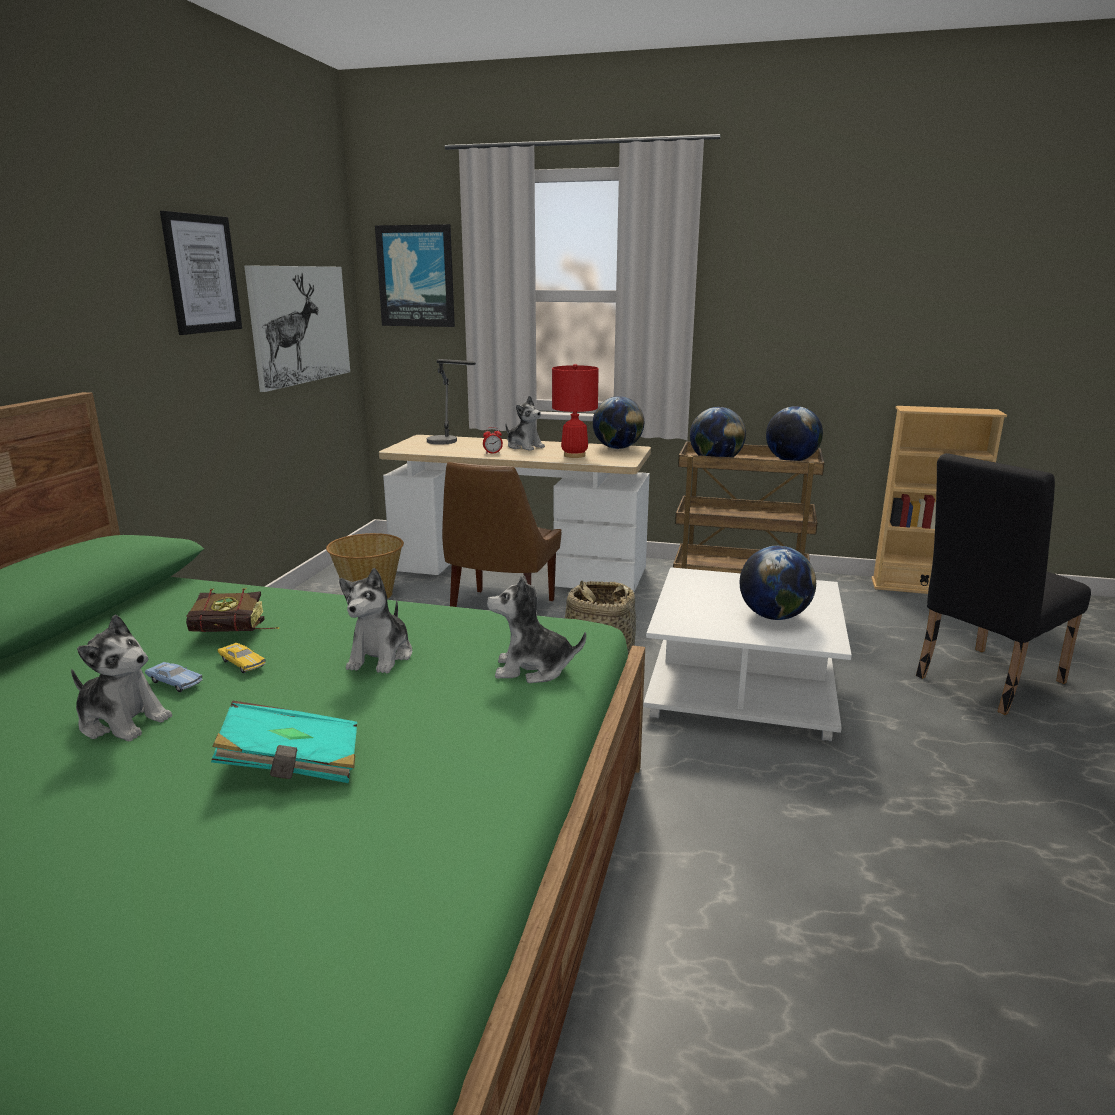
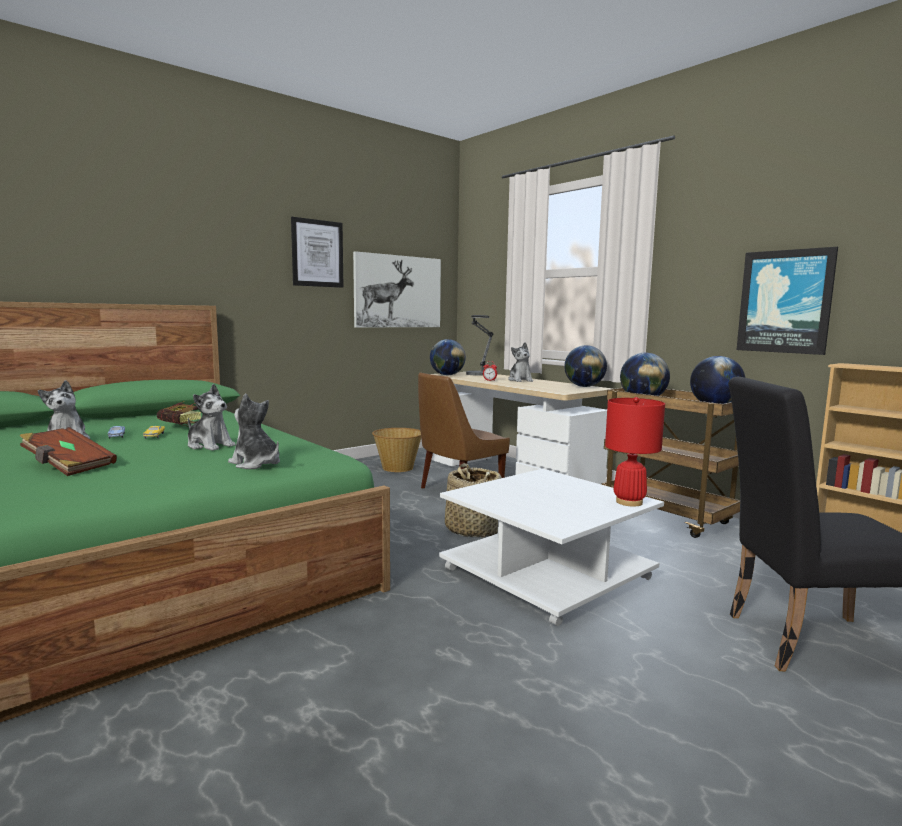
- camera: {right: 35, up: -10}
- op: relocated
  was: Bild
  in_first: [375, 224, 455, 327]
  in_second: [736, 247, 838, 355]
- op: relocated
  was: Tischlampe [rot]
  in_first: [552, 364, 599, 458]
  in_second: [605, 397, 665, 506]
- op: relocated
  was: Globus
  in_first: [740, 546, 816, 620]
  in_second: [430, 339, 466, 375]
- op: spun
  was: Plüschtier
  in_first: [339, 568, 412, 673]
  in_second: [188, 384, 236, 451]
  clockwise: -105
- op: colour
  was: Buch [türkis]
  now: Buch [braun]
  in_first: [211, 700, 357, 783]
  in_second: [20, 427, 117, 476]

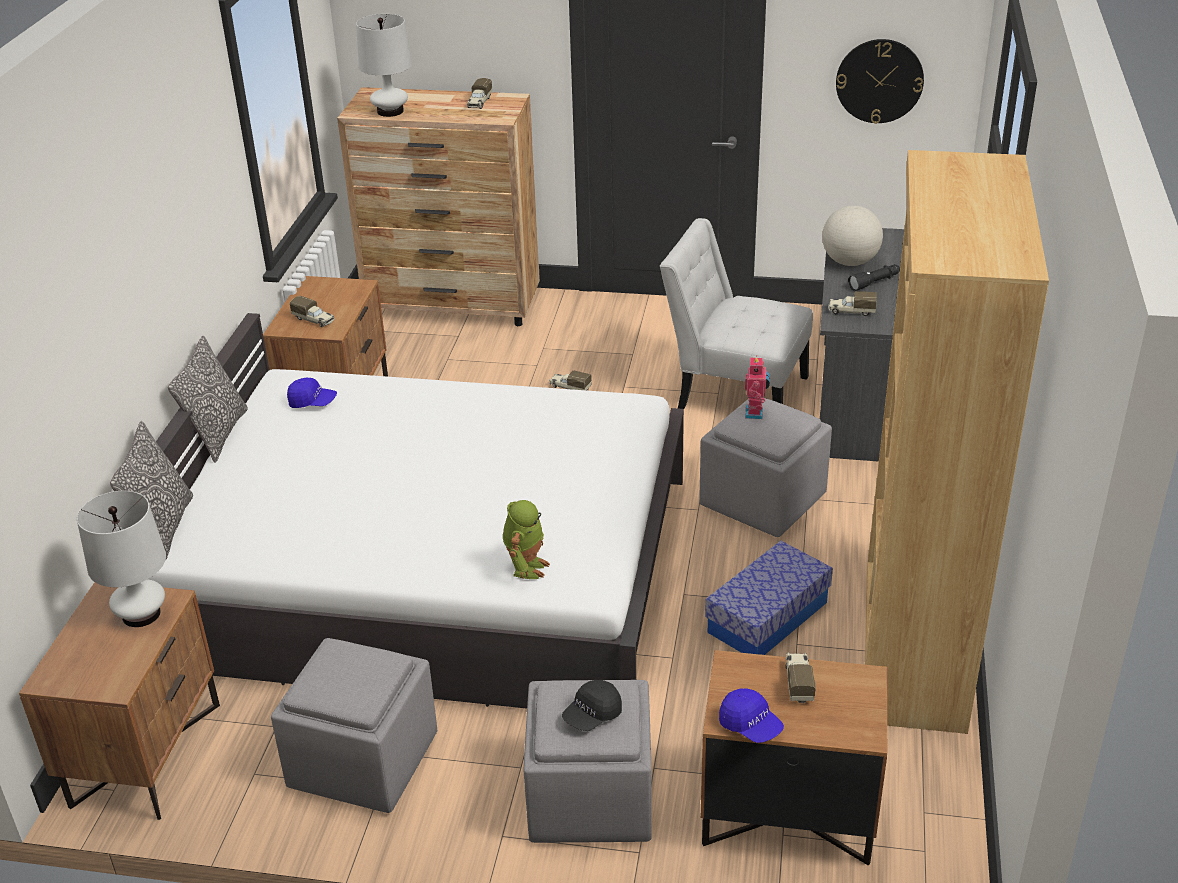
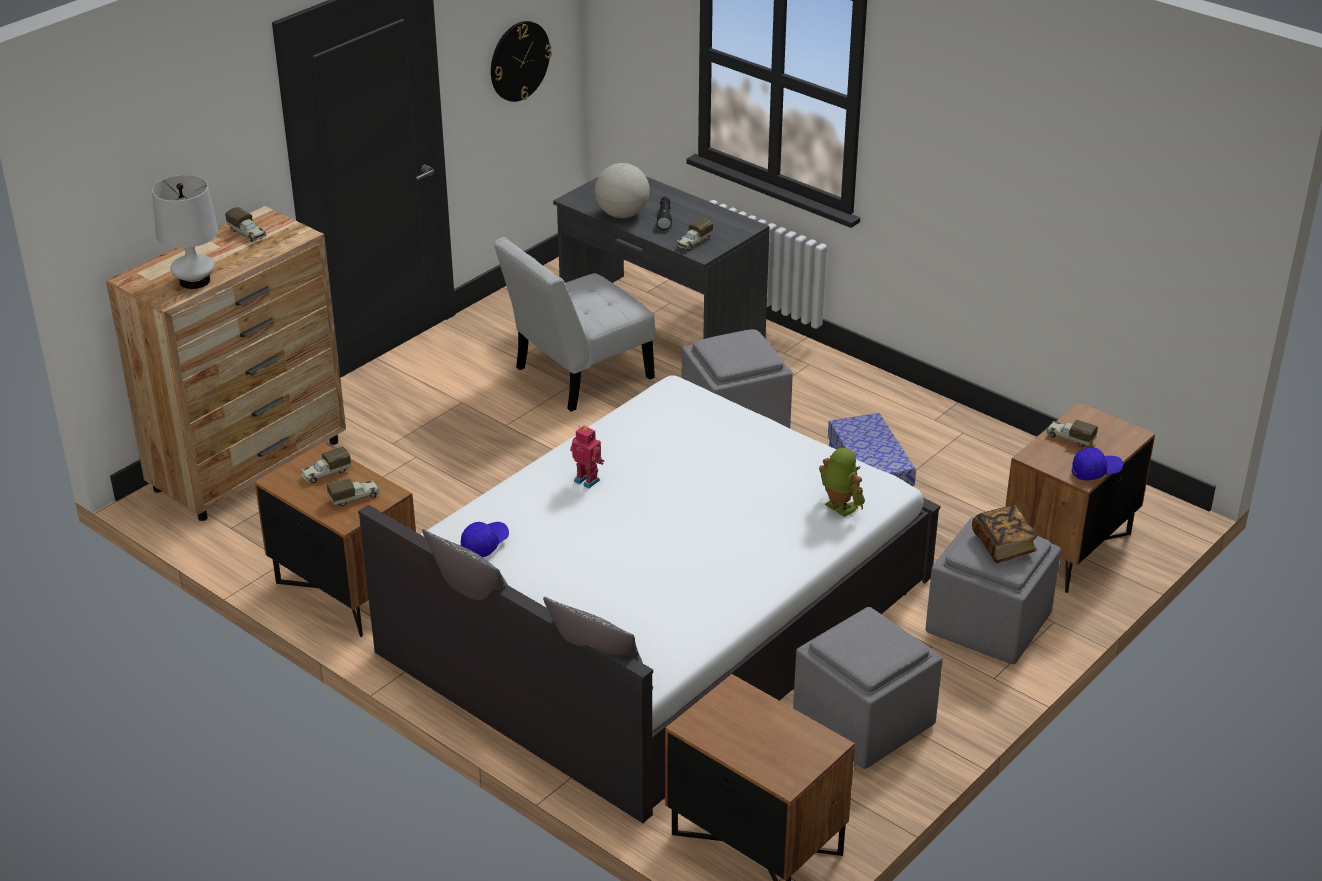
- camera: {right: -60, up: 0}
- op: missing
  was: Bücherregal [braun]
  in_first: [865, 150, 1049, 734]
- op: relocated
  was: Spielzeugroboter
  in_first: [745, 355, 770, 419]
  in_second: [570, 426, 604, 489]
- op: relocated
  was: Spielzeuglaster
  in_first: [549, 371, 592, 391]
  in_second: [301, 447, 351, 483]
- op: missing
  was: Tischlampe [weiß]
  in_first: [77, 491, 166, 627]
- op: exchanged
  was: Kappe [schwarz]
  now: Buch
  in_first: [562, 680, 622, 731]
  in_second: [972, 505, 1037, 563]

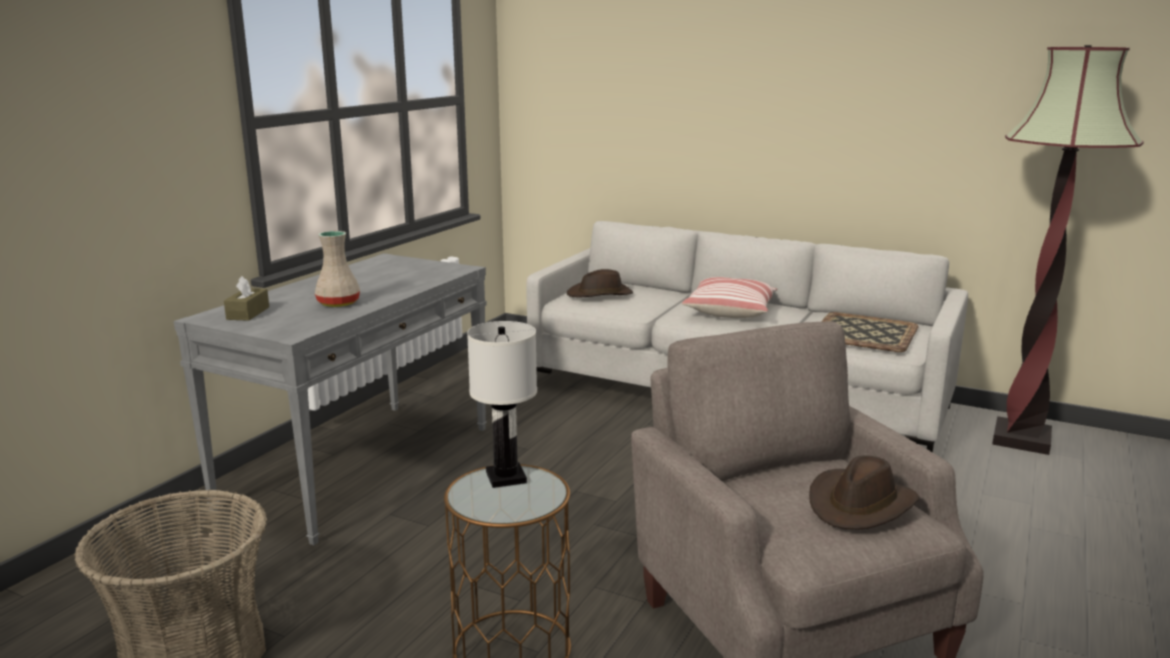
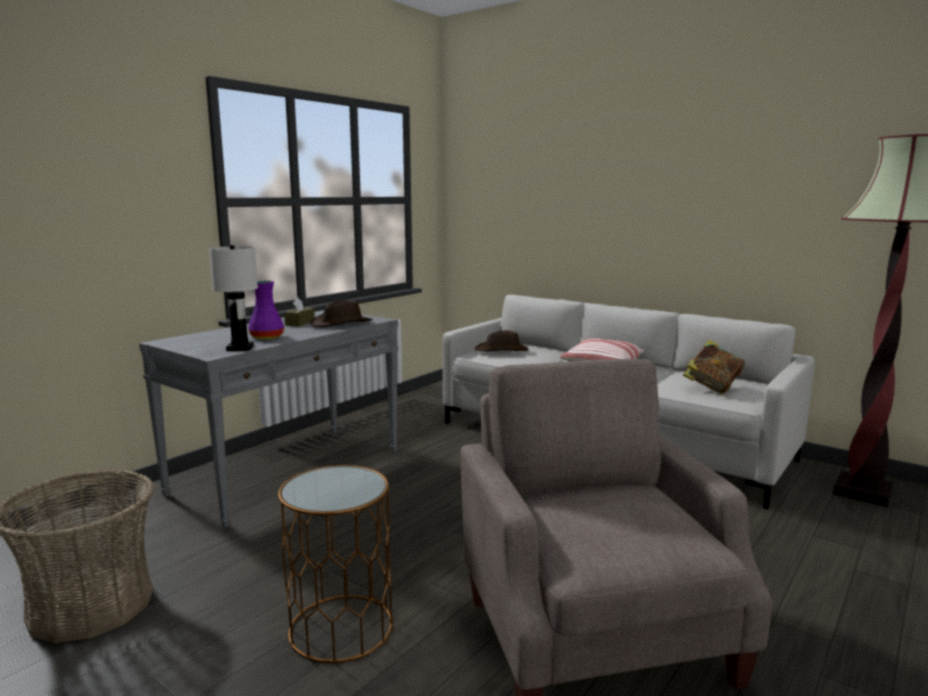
- camera: {right: 10, up: -5}
- op: colour
  was: Vase [beige]
  now: Vase [lila]
  in_first: [315, 231, 360, 307]
  in_second: [248, 281, 284, 339]
- op: relocated
  was: Taschentuchbox [braun]
  in_first: [224, 276, 269, 321]
  in_second: [284, 297, 315, 327]
- op: exchanged
  was: Tablett
  now: Buch
  in_first: [821, 312, 918, 352]
  in_second: [683, 340, 745, 394]
- op: relocated
  was: Tischlampe [weiß]
  in_first: [467, 321, 537, 488]
  in_second: [209, 245, 258, 351]
- op: relocated
  was: Hut [braun]
  in_first: [809, 455, 919, 530]
  in_second: [310, 300, 372, 327]

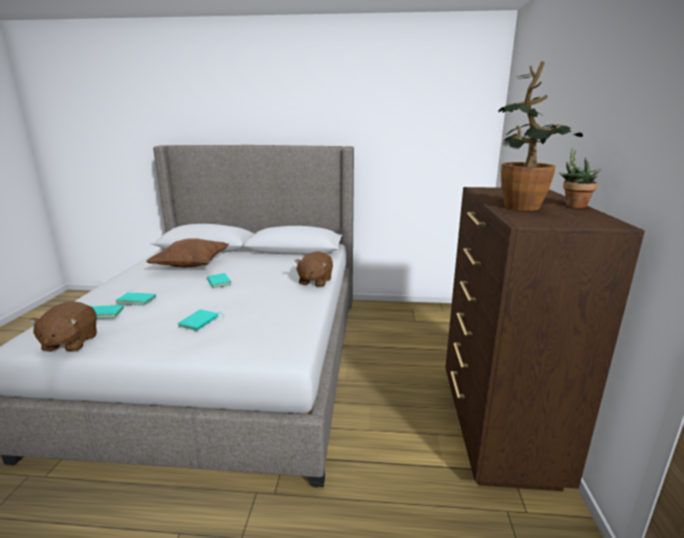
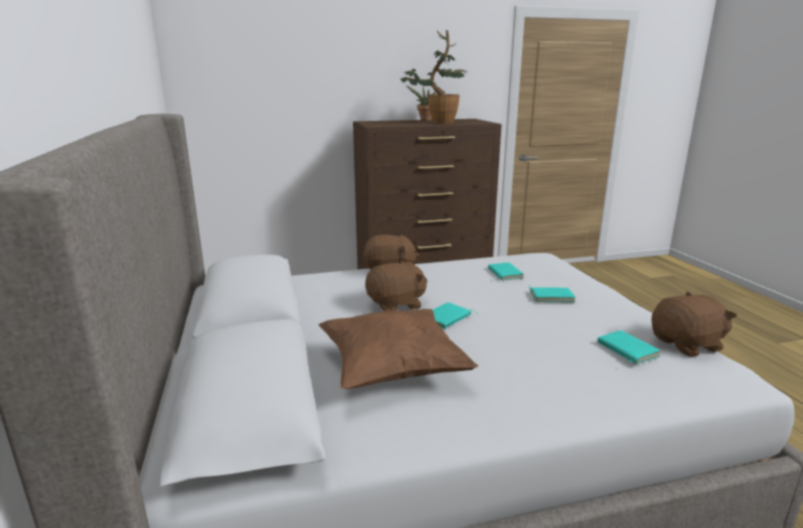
- camera: {right: -110, up: 0}
- op: relocated
  was: Buch [türkis]
  in_first: [116, 290, 156, 306]
  in_second: [488, 262, 523, 280]
- op: appeared
  now: Plüschtier [braun]
  in_second: [365, 261, 427, 311]

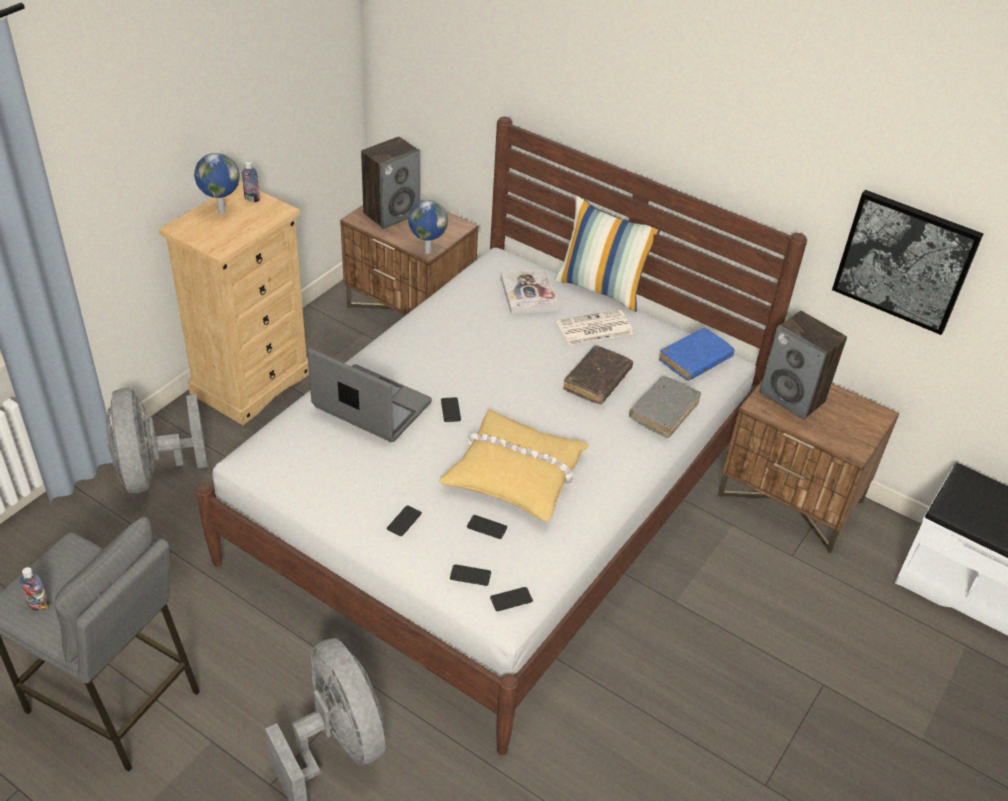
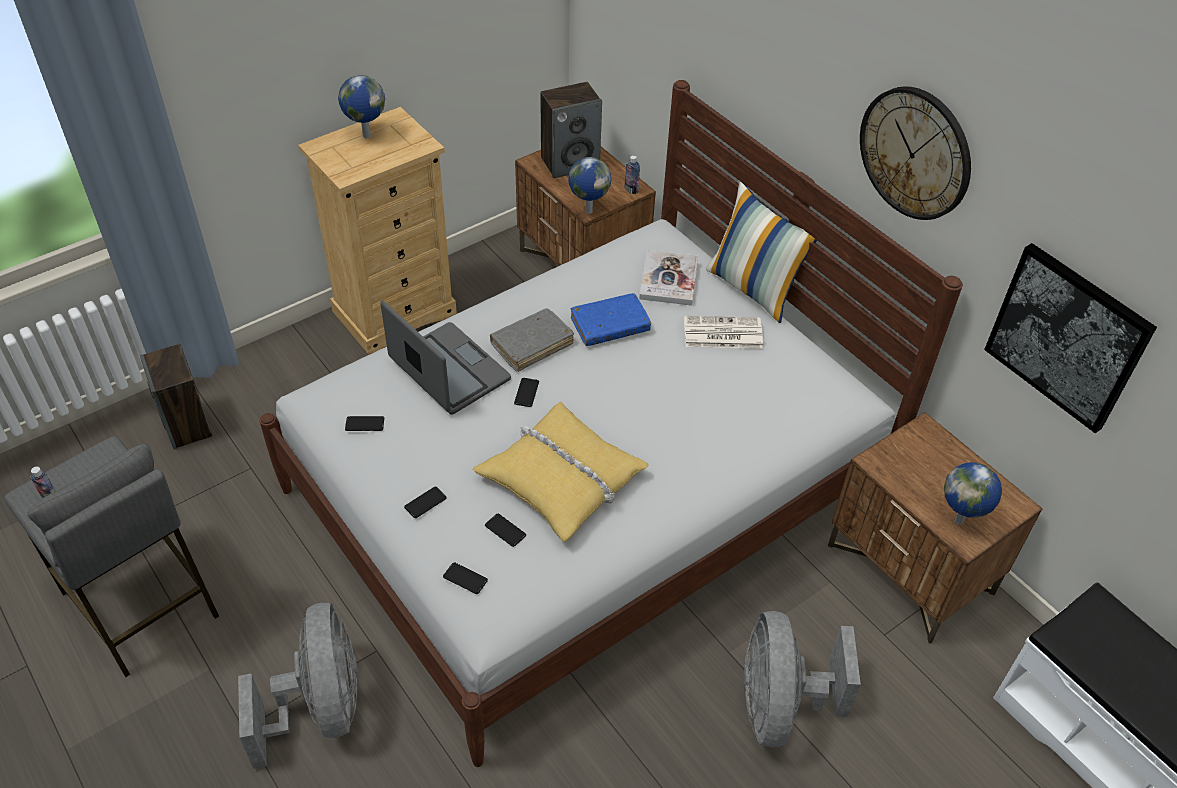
- camera: {right: 20, up: 5}
- op: relocated
  was: Flasche
  in_first: [242, 162, 260, 202]
  in_second: [625, 155, 640, 194]
- op: relocated
  was: Lautsprecher
  in_first: [759, 311, 847, 420]
  in_second: [140, 344, 212, 449]
- op: relocated
  was: Buch [blau]
  in_first: [659, 328, 735, 381]
  in_second: [571, 293, 651, 346]
- op: missing
  was: Buch [braun]
  in_first: [563, 345, 633, 404]
- op: relocated
  was: Buch [grau]
  in_first: [629, 376, 701, 438]
  in_second: [490, 308, 574, 372]
- op: relocated
  was: Ventilator [grau]
  in_first: [106, 388, 208, 493]
  in_second: [744, 611, 861, 747]
- op: relocated
  was: Handy
  in_first: [490, 587, 533, 611]
  in_second: [345, 416, 384, 431]
- op: appeared
  now: Wanduhr
  in_second: [860, 86, 971, 220]
- op: appeared
  now: Globus
  in_second: [944, 462, 1002, 525]

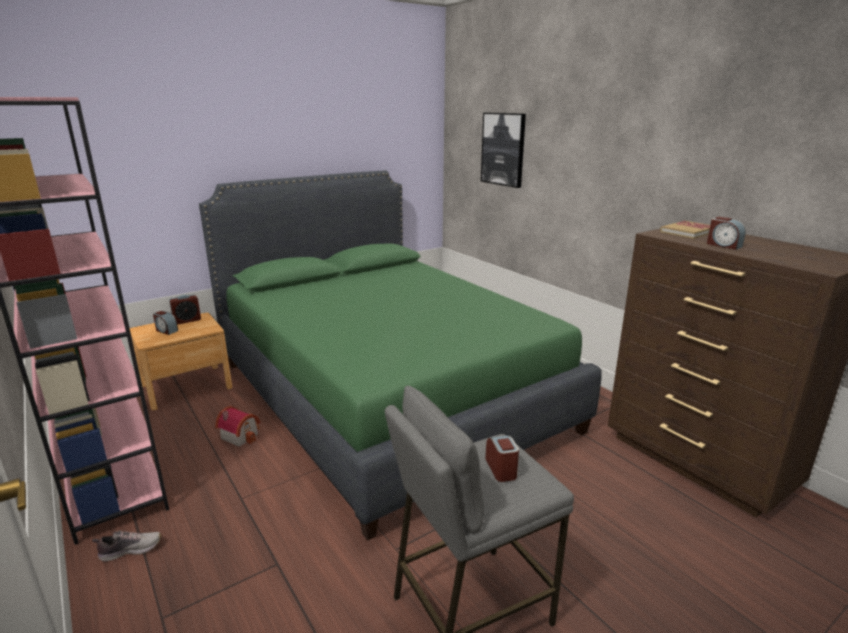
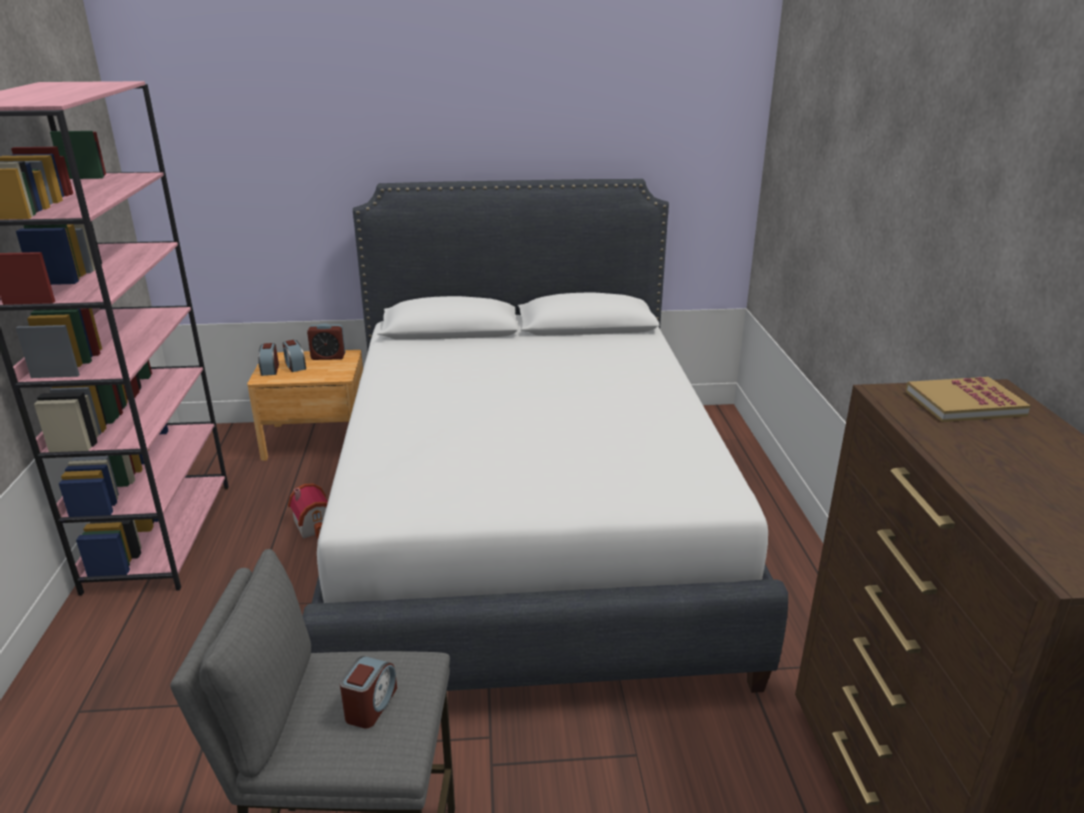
- camera: {right: 30, up: 5}
- op: missing
  was: Bild
  in_first: [481, 113, 526, 188]
- op: colour
  was: Bett [grün]
  now: Bett [weiß]
  in_first: [199, 170, 602, 541]
  in_second: [303, 179, 788, 693]
- op: relocated
  was: Wecker
  in_first: [707, 217, 746, 250]
  in_second: [258, 343, 279, 376]
- op: missing
  was: Schuh
  in_first: [92, 530, 161, 561]

